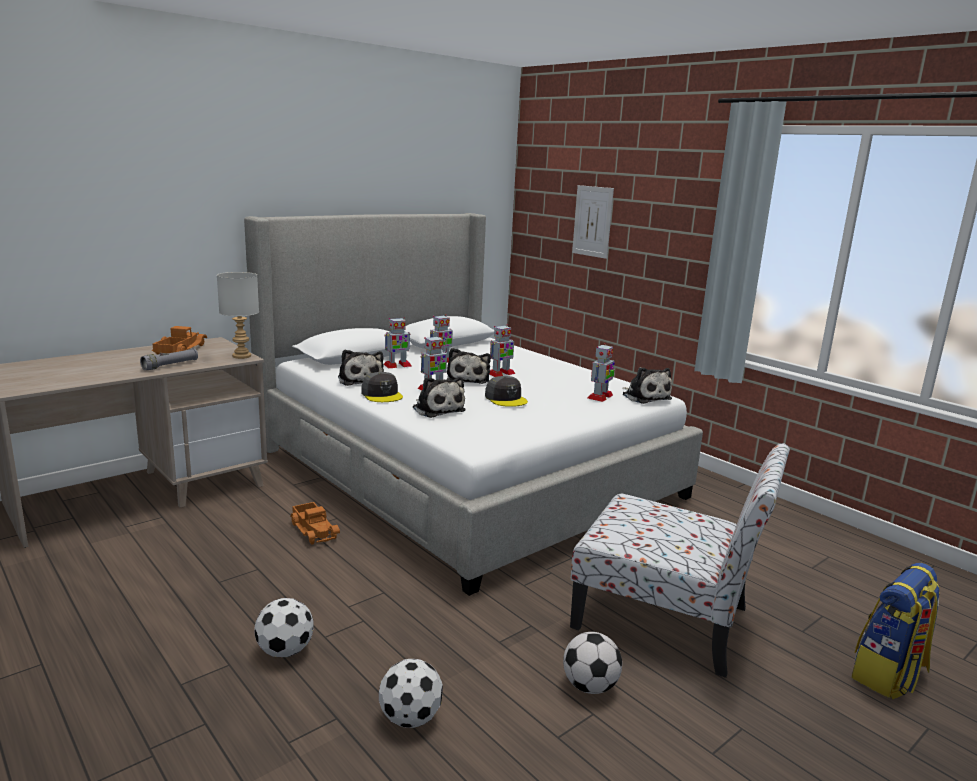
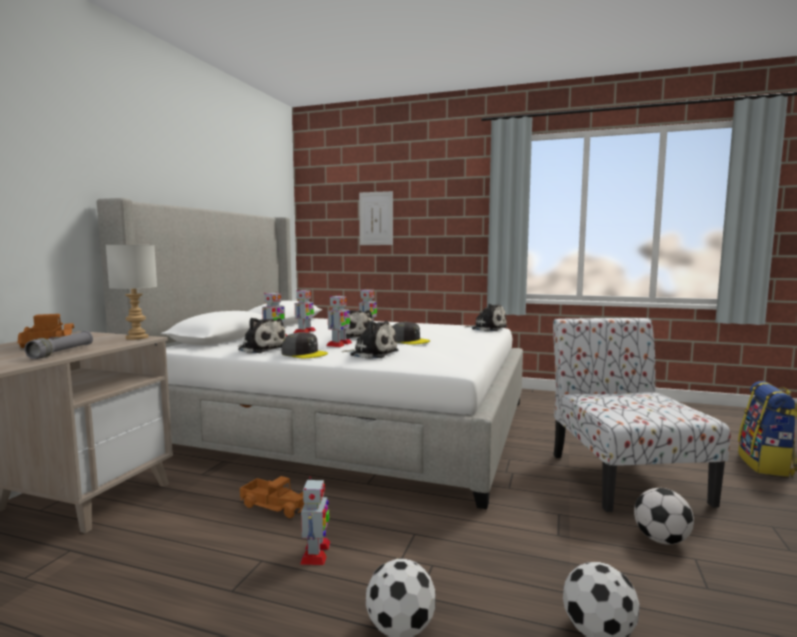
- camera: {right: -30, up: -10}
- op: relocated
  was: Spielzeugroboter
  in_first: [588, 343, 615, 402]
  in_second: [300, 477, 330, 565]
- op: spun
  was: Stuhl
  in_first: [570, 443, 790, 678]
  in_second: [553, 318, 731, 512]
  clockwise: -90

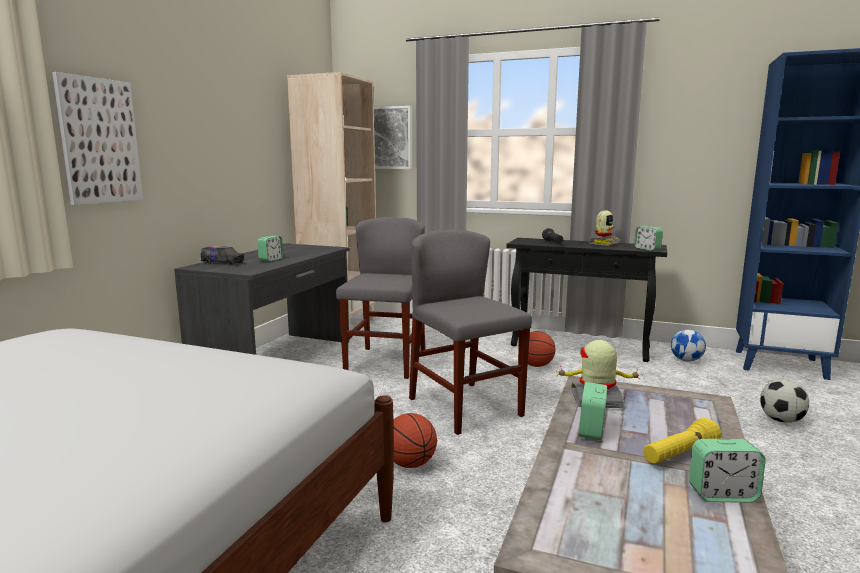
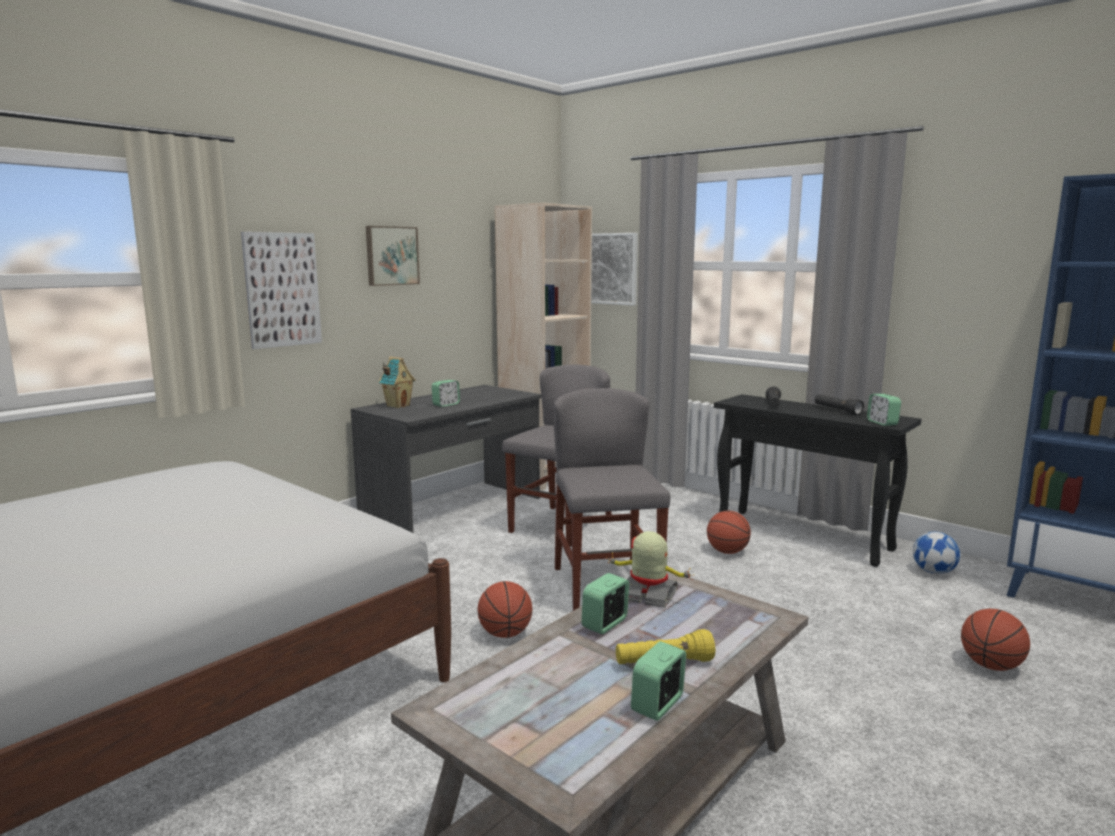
- camera: {right: 20, up: 0}
- op: exchanged
  was: Spielzeugroboter
  now: Taschenlampe [schwarz]
  in_first: [589, 210, 620, 246]
  in_second: [815, 395, 864, 415]
- op: exchanged
  was: Spielzeuglaster
  now: Spielzeughaus
  in_first: [201, 246, 244, 266]
  in_second: [379, 357, 415, 408]
- op: exchanged
  was: Fußball
  now: Basketball
  in_first: [760, 380, 809, 423]
  in_second: [961, 609, 1030, 671]
- op: spun
  was: Wecker
  in_first: [689, 439, 766, 503]
  in_second: [631, 641, 686, 721]
  clockwise: 105
- op: appeared
  now: Bild
  in_second: [366, 226, 420, 286]

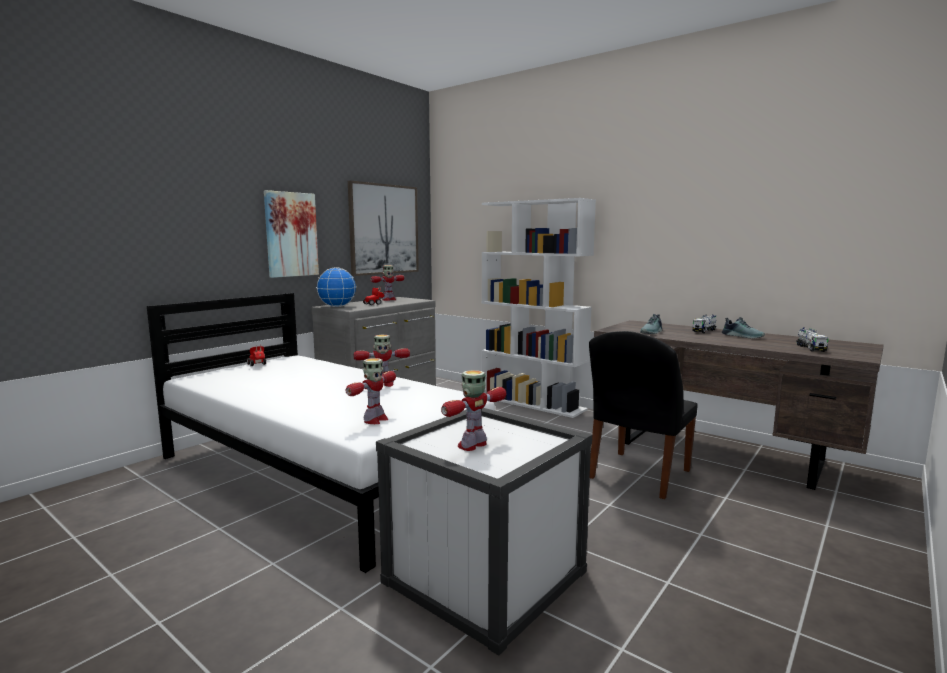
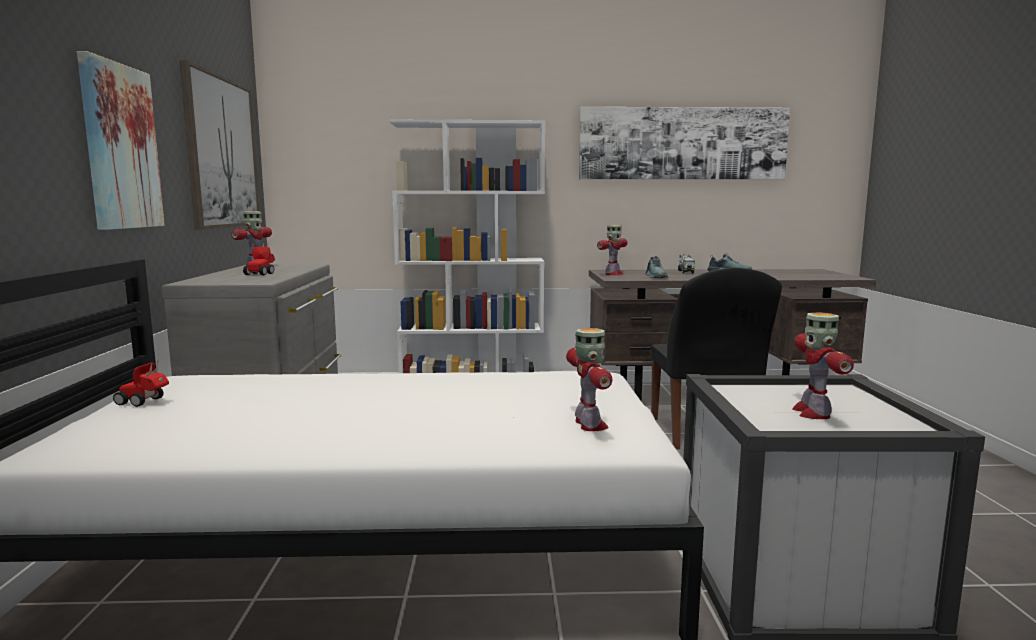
- camera: {right: -40, up: 0}
- op: missing
  was: Globus
  in_first: [316, 267, 356, 307]
- op: missing
  was: Spielzeuglaster
  in_first: [796, 328, 829, 352]
- op: relocated
  was: Spielzeugroboter
  in_first: [354, 335, 410, 387]
  in_second: [597, 225, 627, 275]
- op: appeared
  now: Bild
  in_second: [579, 107, 790, 180]

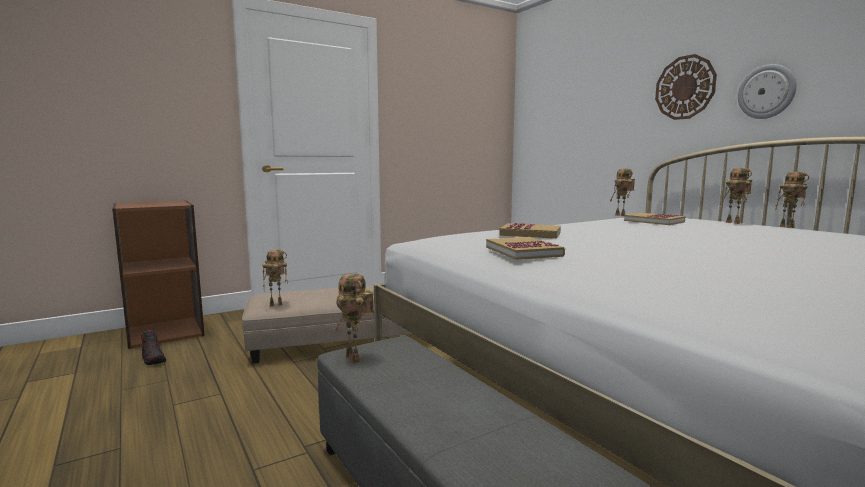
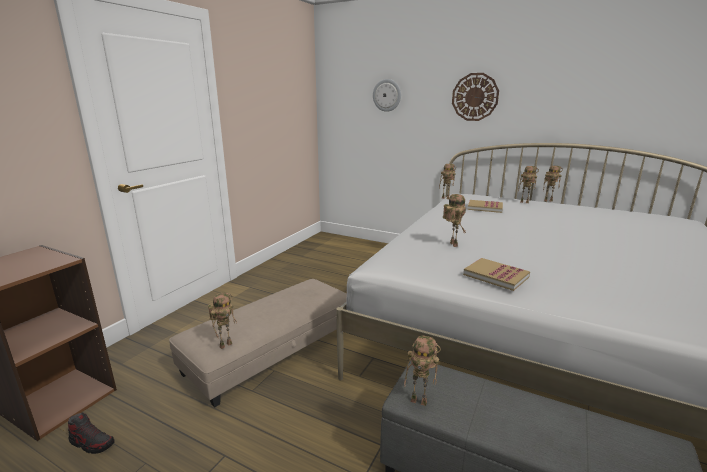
- camera: {right: -30, up: 10}
- op: relocated
  was: Wanduhr
  in_first: [738, 64, 796, 119]
  in_second: [373, 79, 401, 112]
- op: exchanged
  was: Buch
  now: Spielzeugroboter
  in_first: [499, 223, 561, 239]
  in_second: [443, 194, 466, 247]

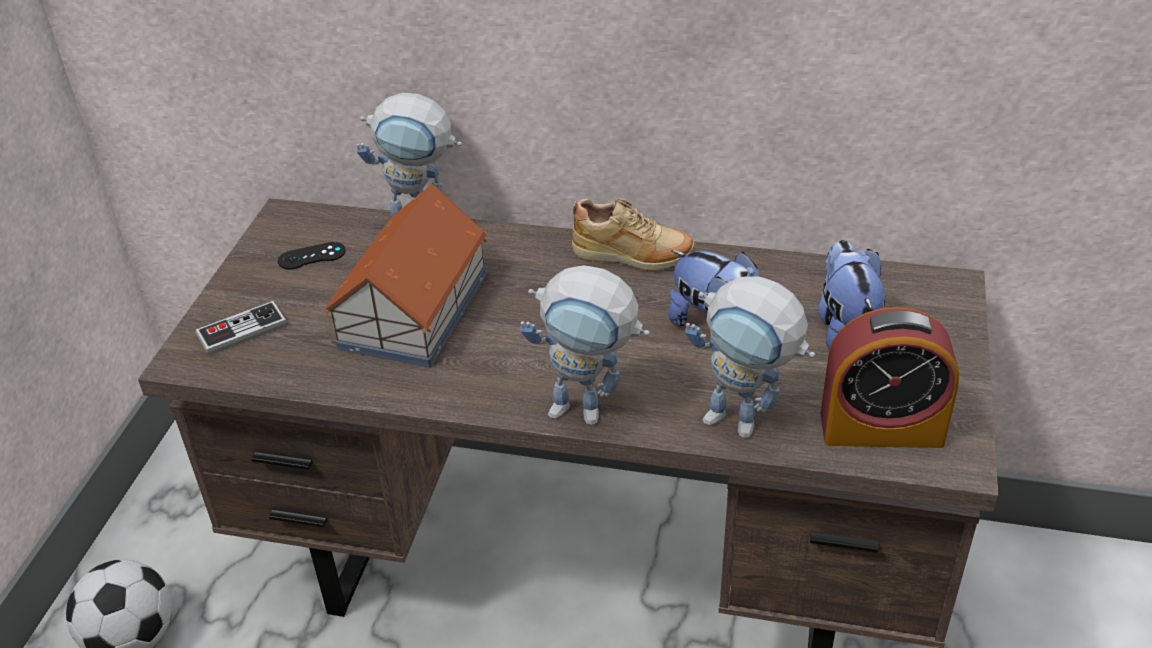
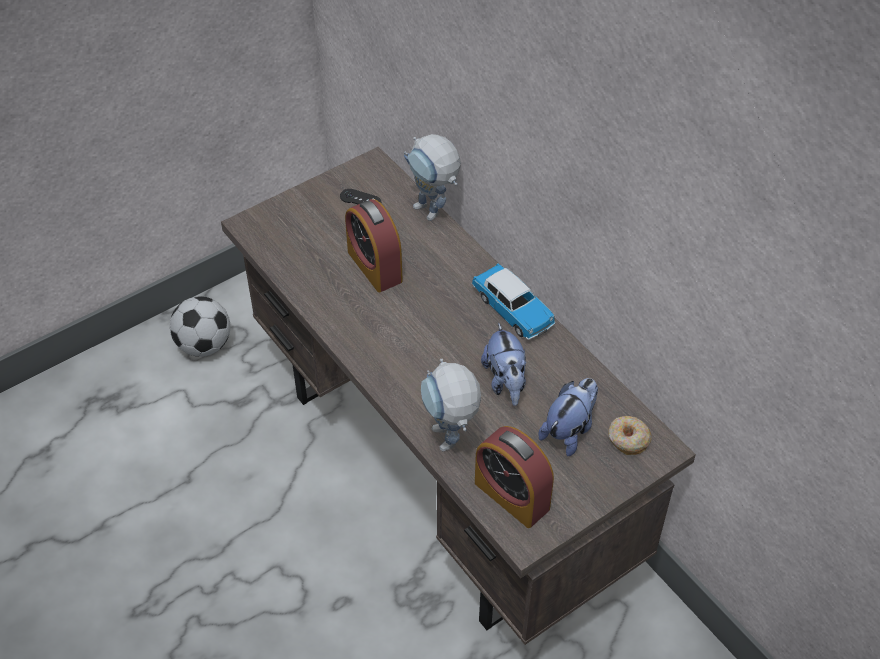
- camera: {right: 40, up: 10}
- op: exchanged
  was: Spielzeughaus
  now: Wecker
  in_first: [323, 184, 488, 368]
  in_second: [345, 199, 403, 292]
- op: exchanged
  was: Schuh [beige]
  now: Spielzeugauto
  in_first: [572, 198, 694, 270]
  in_second: [472, 263, 555, 340]
- op: missing
  was: Spielzeugroboter
  in_first: [520, 266, 650, 426]
- op: missing
  was: Gamepad
  in_first: [195, 301, 287, 355]
- op: appeared
  now: Donut
  in_second: [608, 416, 652, 455]

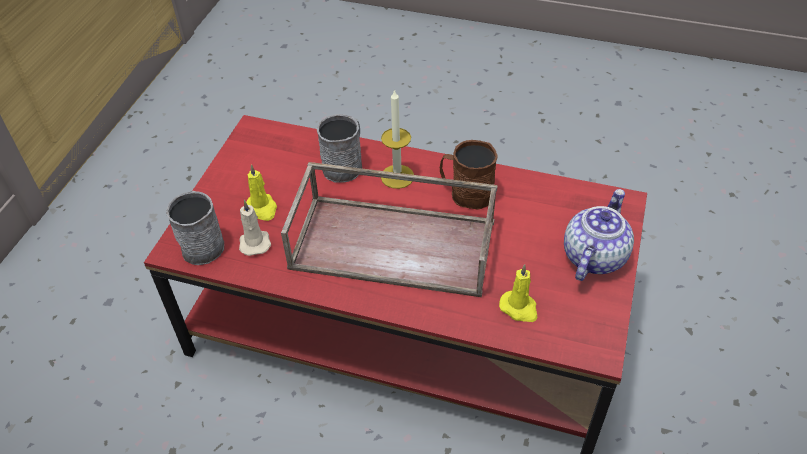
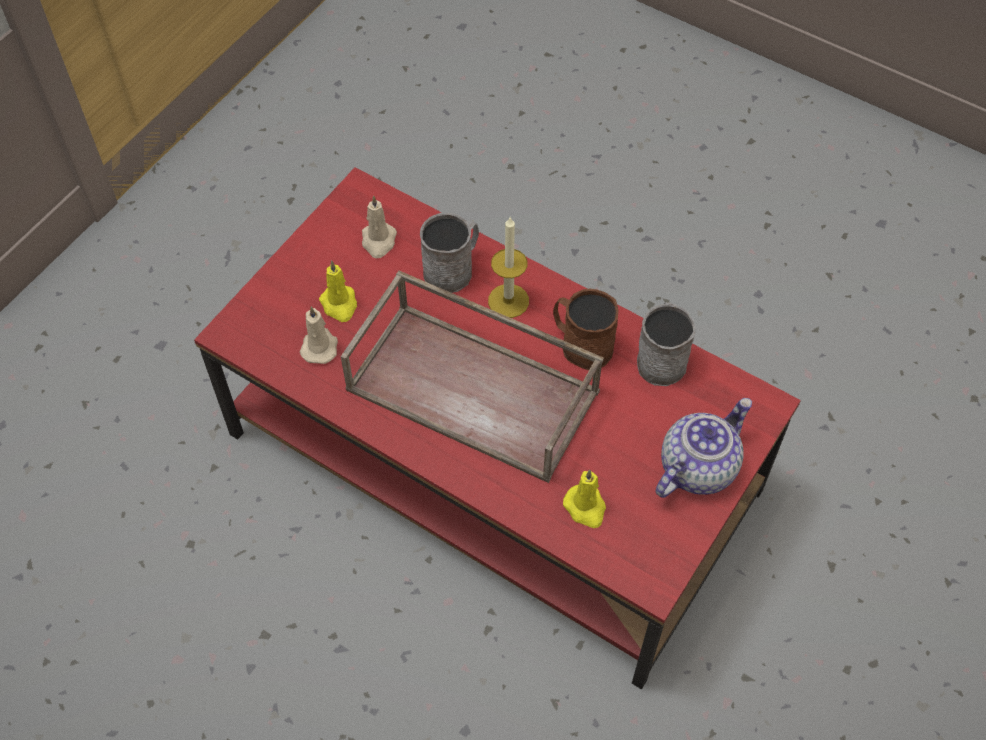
- camera: {right: 15, up: 10}
- op: relocated
  was: Henkelbecher [grau]
  in_first: [166, 191, 224, 265]
  in_second: [637, 302, 696, 386]
- op: appeared
  now: Kerze [beige]
  in_second: [362, 195, 397, 258]

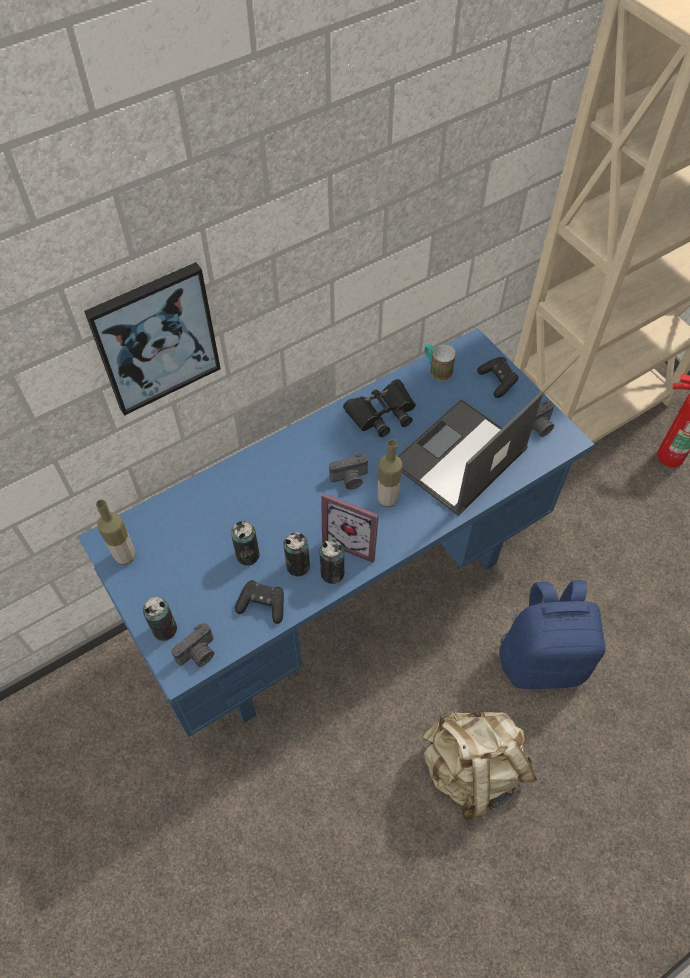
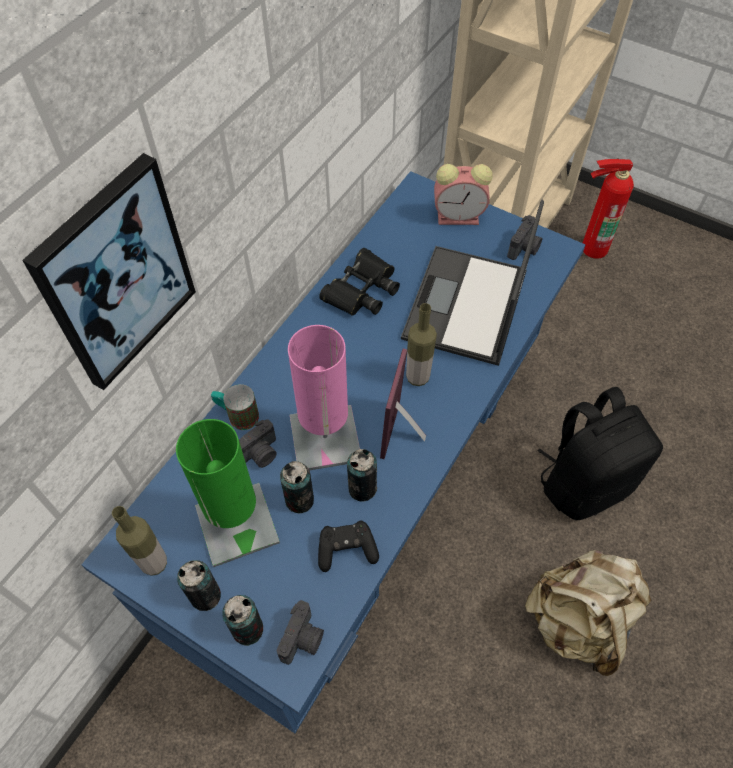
- camera: {right: -25, up: 0}
- op: relocated
  was: Henkelbecher
  in_first: [424, 344, 456, 381]
  in_second: [211, 384, 259, 430]
- op: exchanged
  was: Gamepad [schwarz]
  now: Wecker
  in_first: [477, 357, 518, 398]
  in_second: [434, 164, 493, 225]
- op: relocated
  was: Kamera
  in_first: [329, 453, 368, 489]
  in_second: [239, 419, 277, 468]
- op: spun
  was: Bilderrahmen
  in_first: [321, 493, 379, 563]
  in_second: [380, 349, 426, 459]
  clockwise: 105
- op: relocated
  was: Dose
  in_first: [320, 540, 344, 584]
  in_second: [177, 560, 221, 611]
- op: colour
  was: Rucksack [blau]
  now: Rucksack [schwarz]
  in_first: [499, 580, 606, 690]
  in_second: [538, 387, 663, 520]
- op: appeared
  now: Tischlampe [rosa]
  in_second: [288, 325, 360, 470]
- op: appeared
  now: Tischlampe [grün]
  in_second: [176, 419, 280, 567]

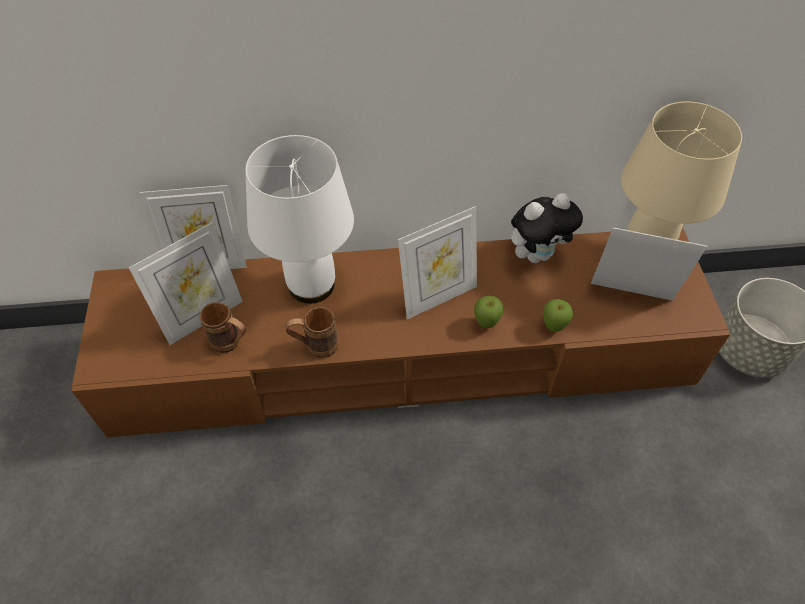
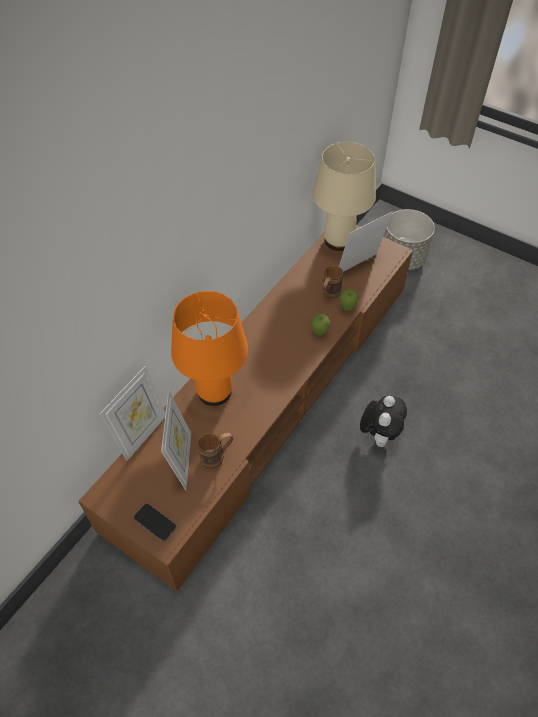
- camera: {right: -50, up: 0}
- op: colour
  was: Tischlampe [weiß]
  now: Tischlampe [orange]
  in_first: [245, 135, 354, 303]
  in_second: [171, 291, 248, 406]
- op: relocated
  was: Plüschtier
  in_first: [511, 193, 583, 263]
  in_second: [360, 395, 407, 447]
- op: missing
  was: Bilderrahmen
  in_first: [398, 206, 477, 319]
- op: relocated
  was: Henkelbecher [braun]
  in_first: [286, 307, 338, 358]
  in_second: [322, 265, 343, 299]
- op: appeared
  now: Handy
  in_second: [134, 504, 176, 541]

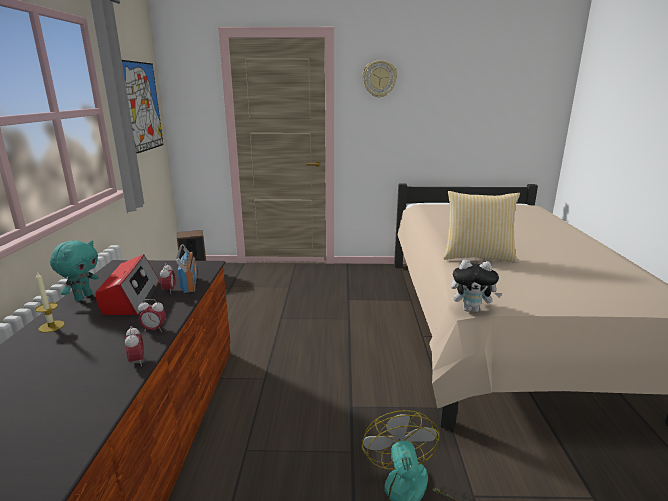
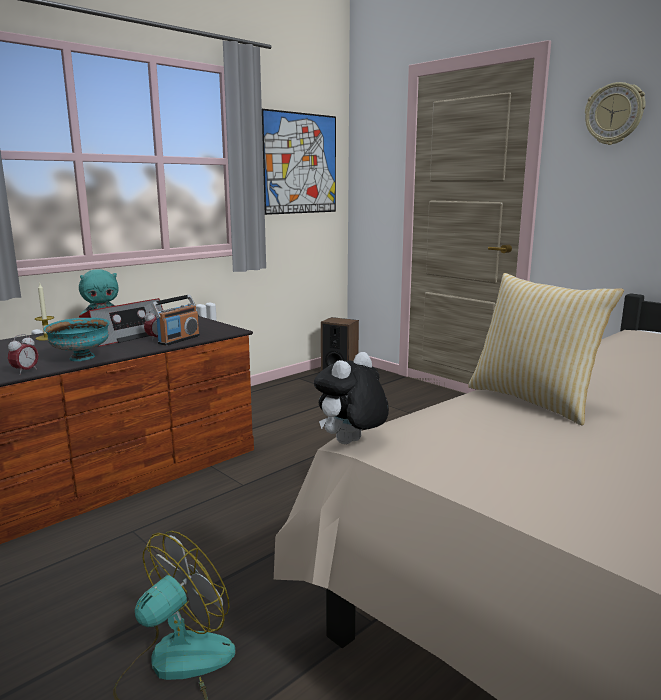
- camera: {right: 45, up: -5}
- op: spun
  was: Plüschtier
  in_first: [451, 260, 502, 313]
  in_second: [314, 352, 389, 444]
  clockwise: 75
- op: exchanged
  was: Wecker
  now: Schüssel [türkis]
  in_first: [138, 299, 166, 332]
  in_second: [44, 318, 110, 361]

